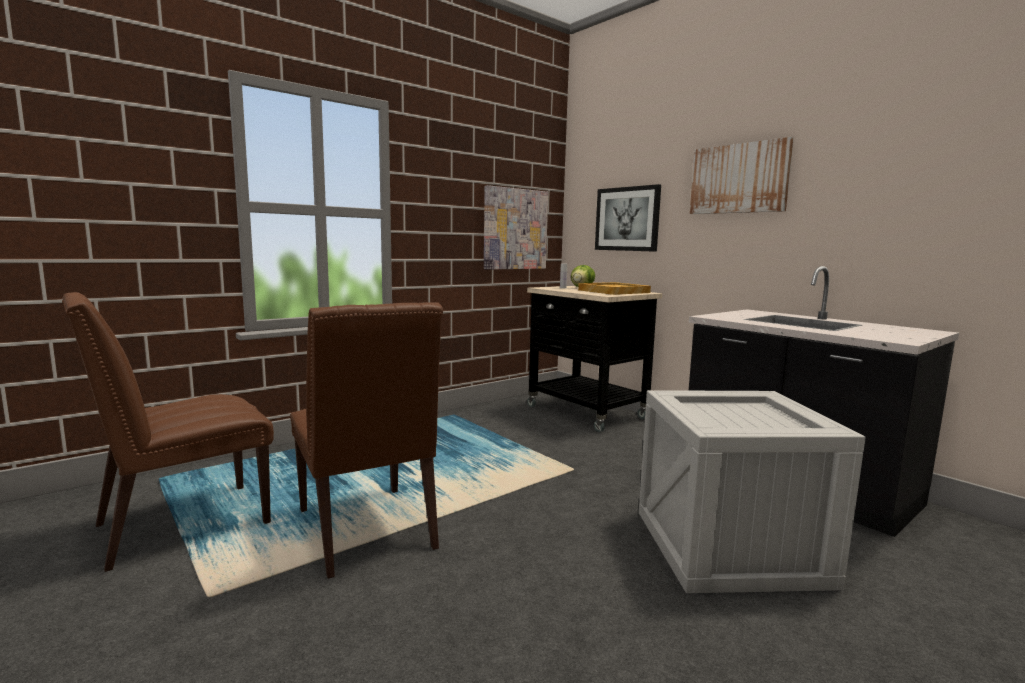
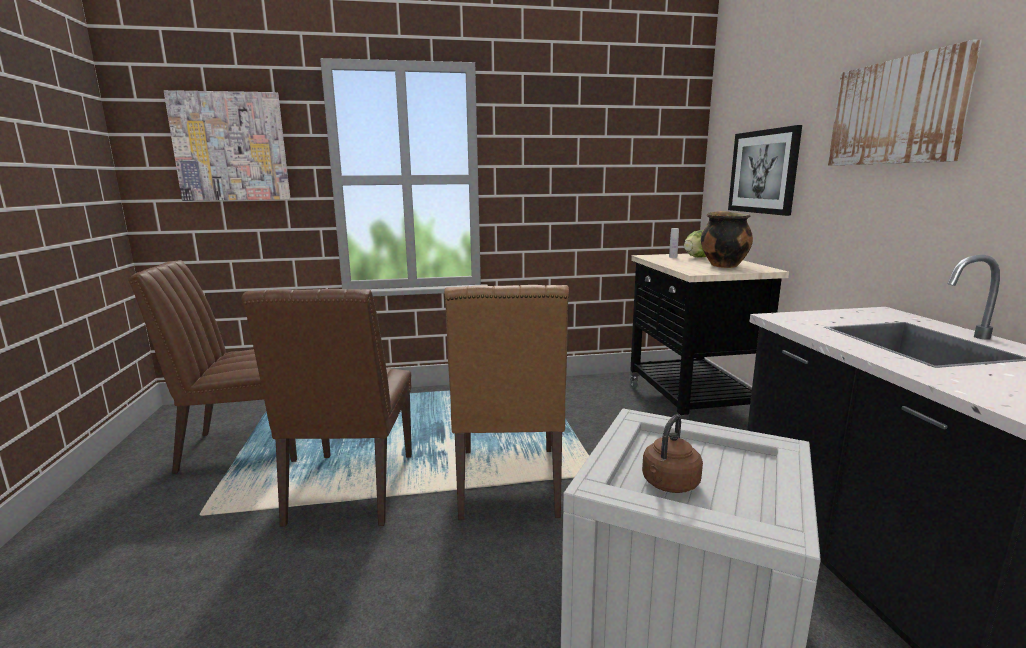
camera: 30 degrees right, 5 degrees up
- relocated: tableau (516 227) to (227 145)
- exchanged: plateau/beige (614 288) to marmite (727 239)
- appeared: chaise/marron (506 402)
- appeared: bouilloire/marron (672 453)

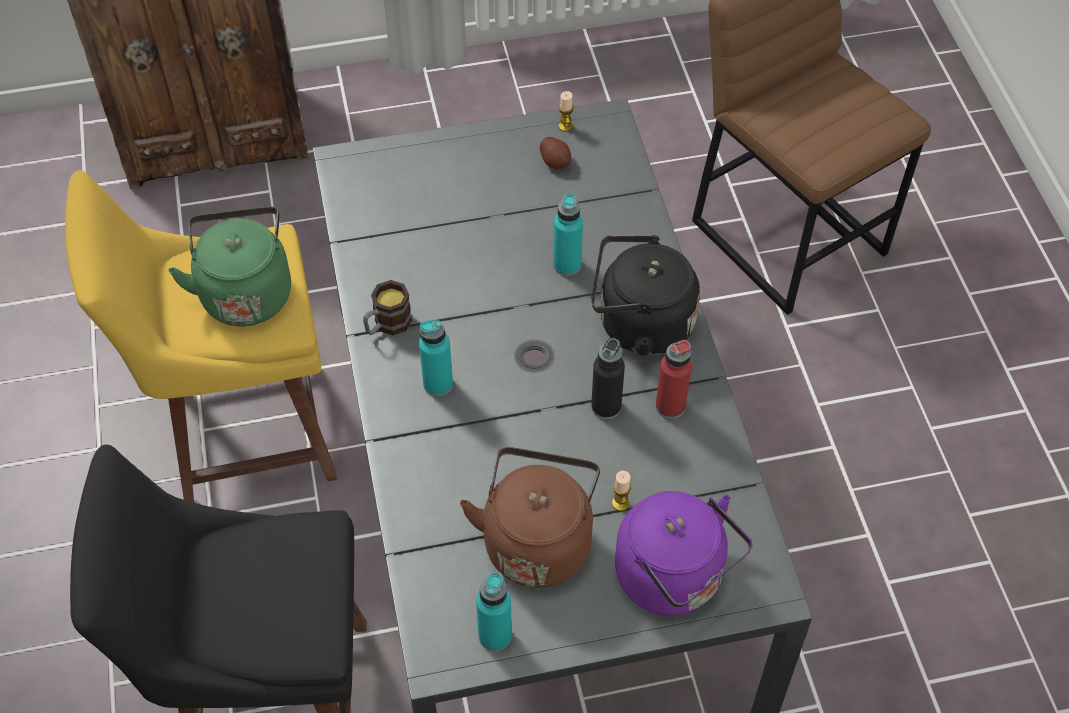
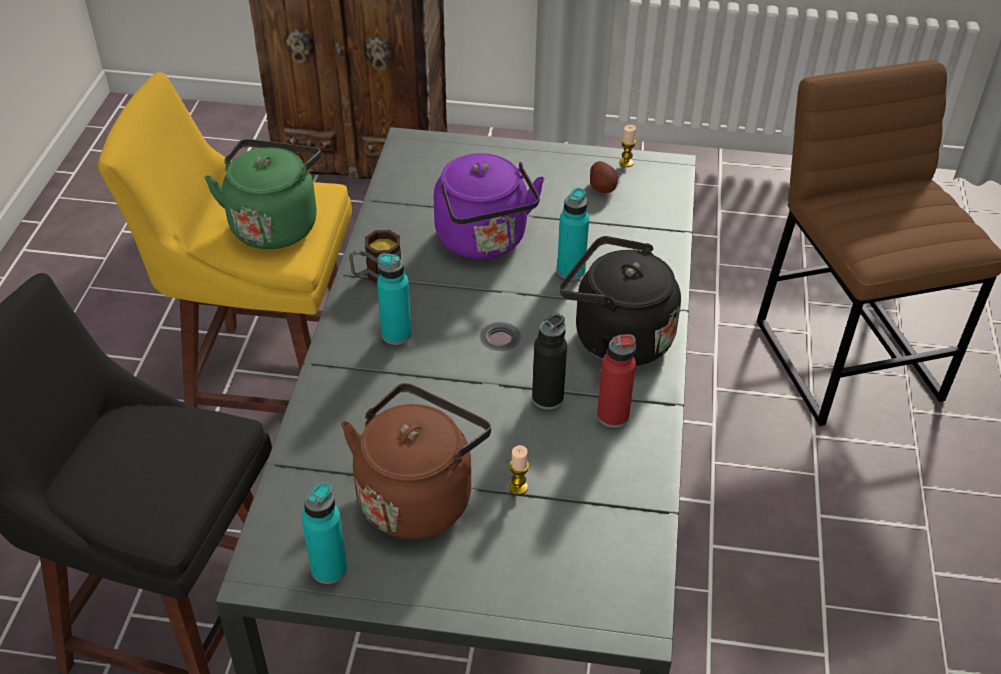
camera: 20 degrees right, 10 degrees down
- relocated: bouilloire/violet (684 553) to (489 206)

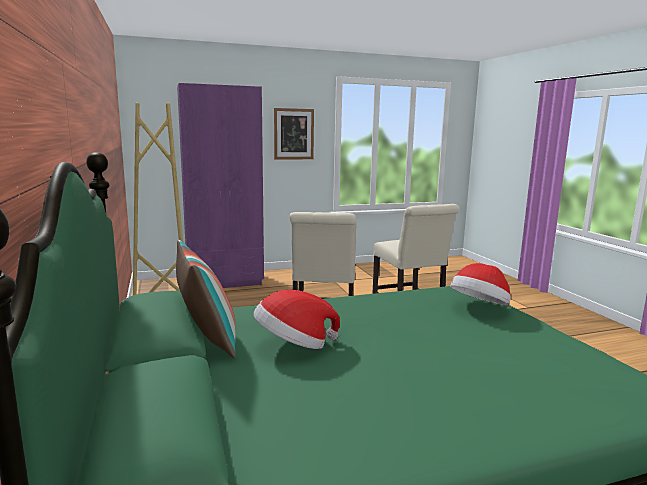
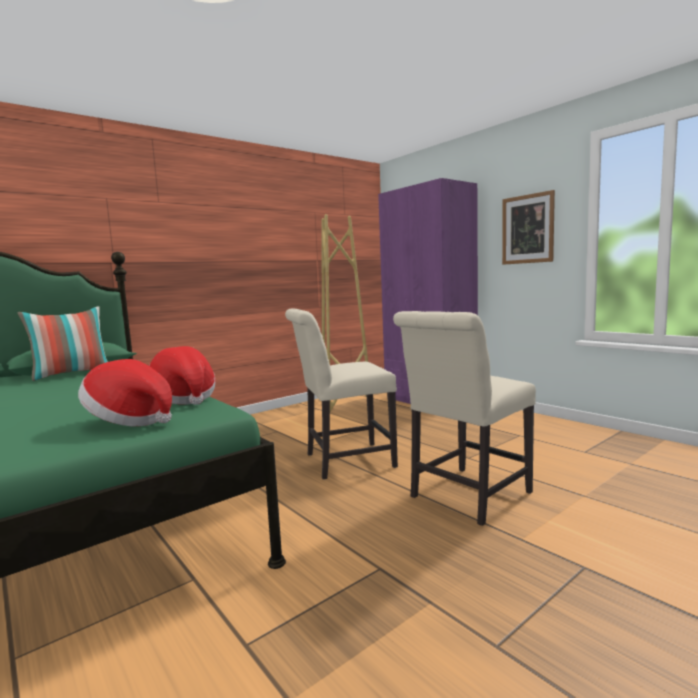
camera: 70 degrees right, 5 degrees down
- relocated: chapeau (297 319) to (182 375)

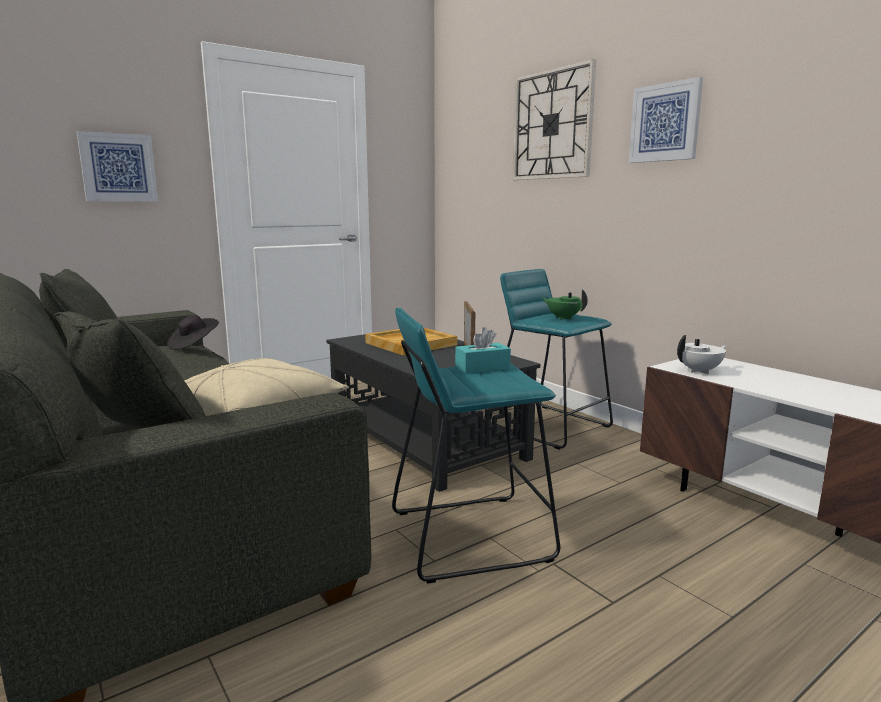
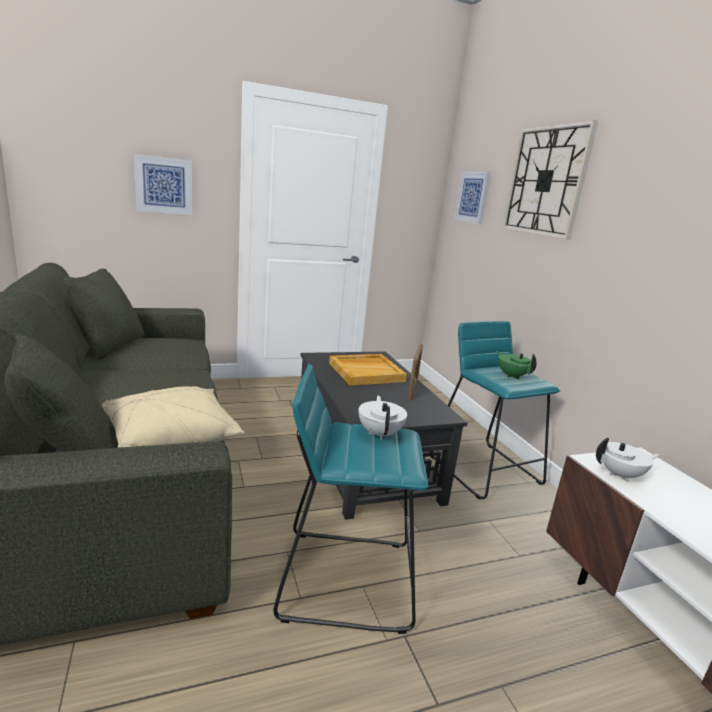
camera: 15 degrees right, 5 degrees up
- relocated: tableau (666 120) to (472 197)
- missing: chapeau/noir (193 332)
- exchanged: boîte à mouchoirs/turquoise (483 350) to théière/blanc (382 418)

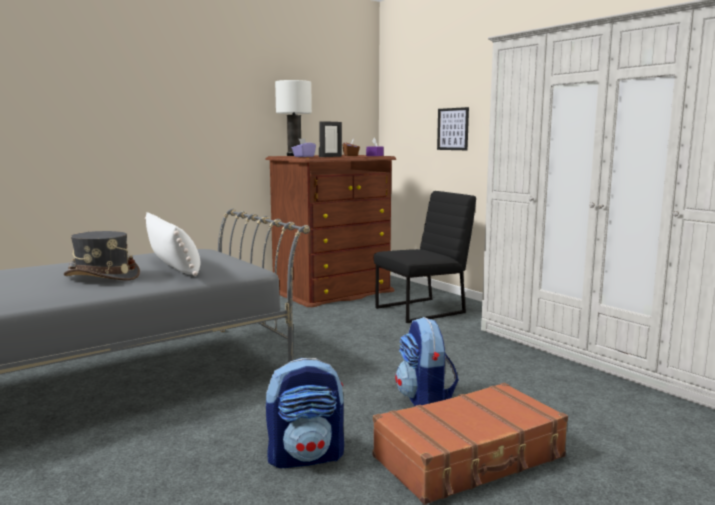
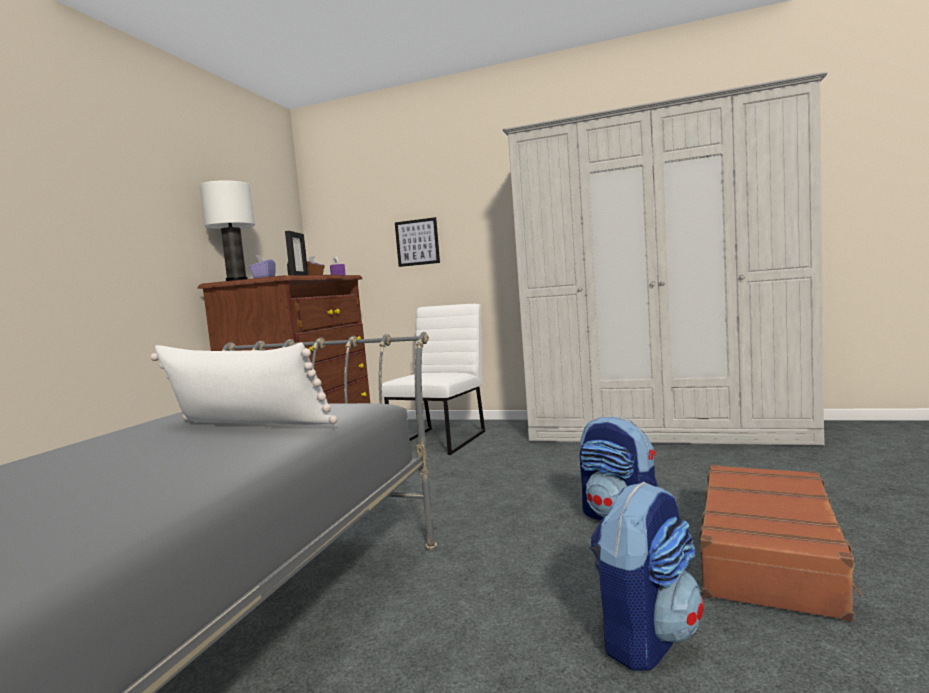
camera: 35 degrees left, 5 degrees down
- colour: chaise/noir (425 257) to chaise/blanc (433 379)
- missing: chapeau/gris (102 256)

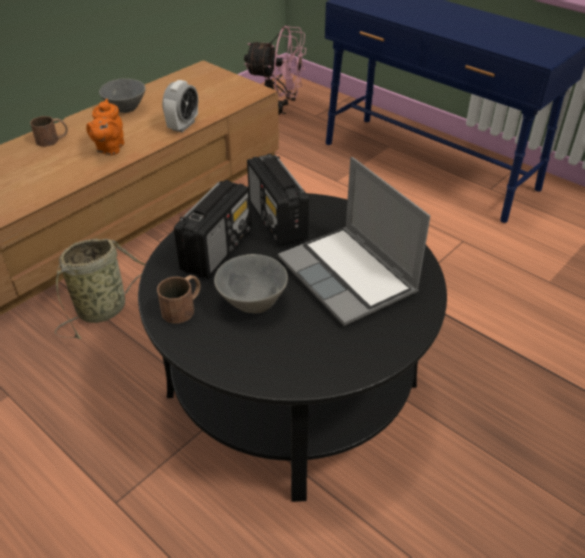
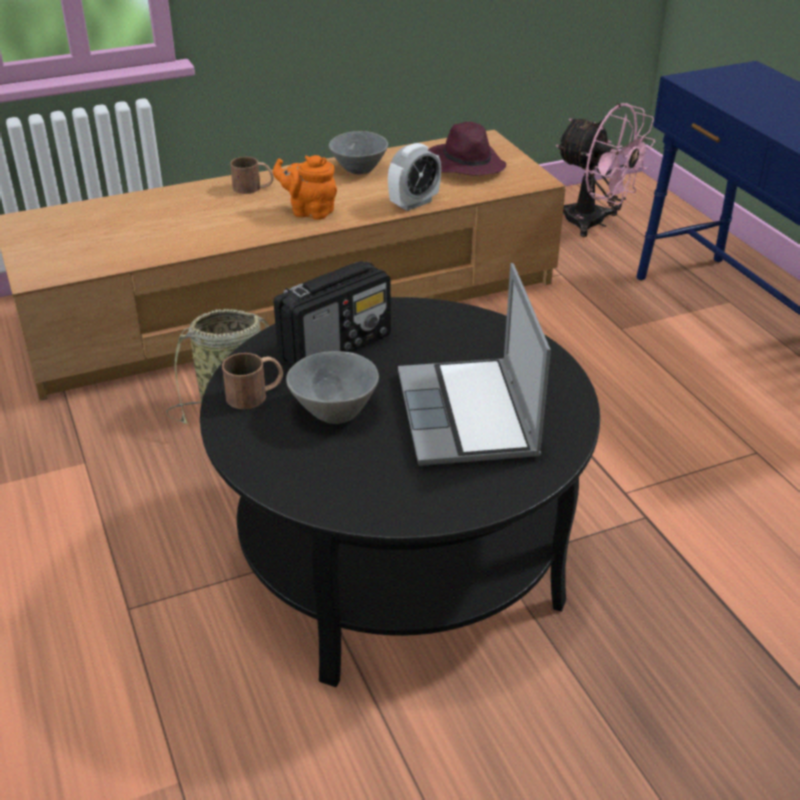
camera: 25 degrees right, 5 degrees down
- spun: théière/orange (105 127) = (305 187) 75 degrees clockwise
- missing: radio (278 200)
- appeared: chapeau/violet (467 148)

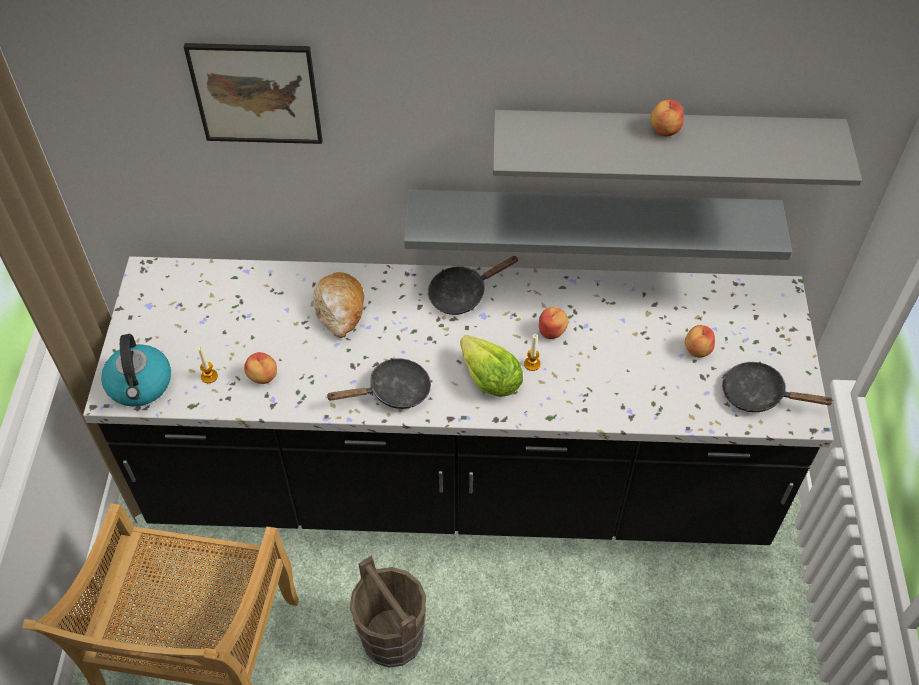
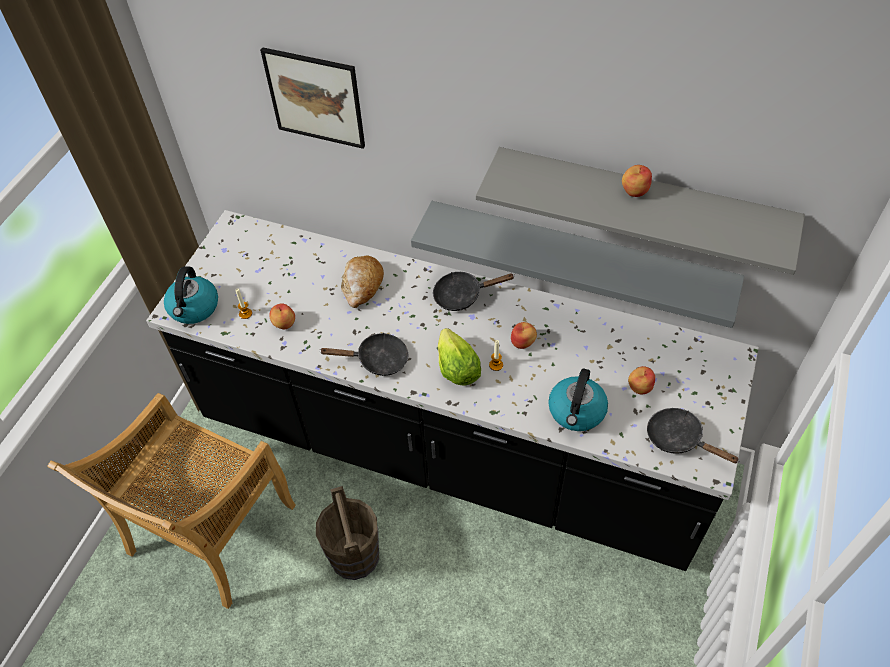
camera: 20 degrees right, 0 degrees up
- appeared: bouilloire (578 399)

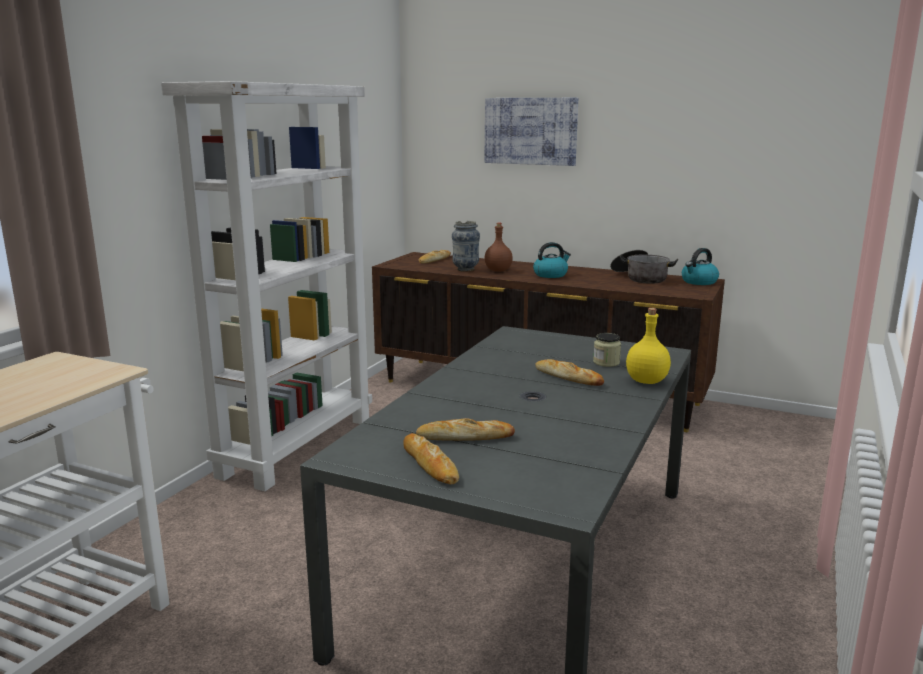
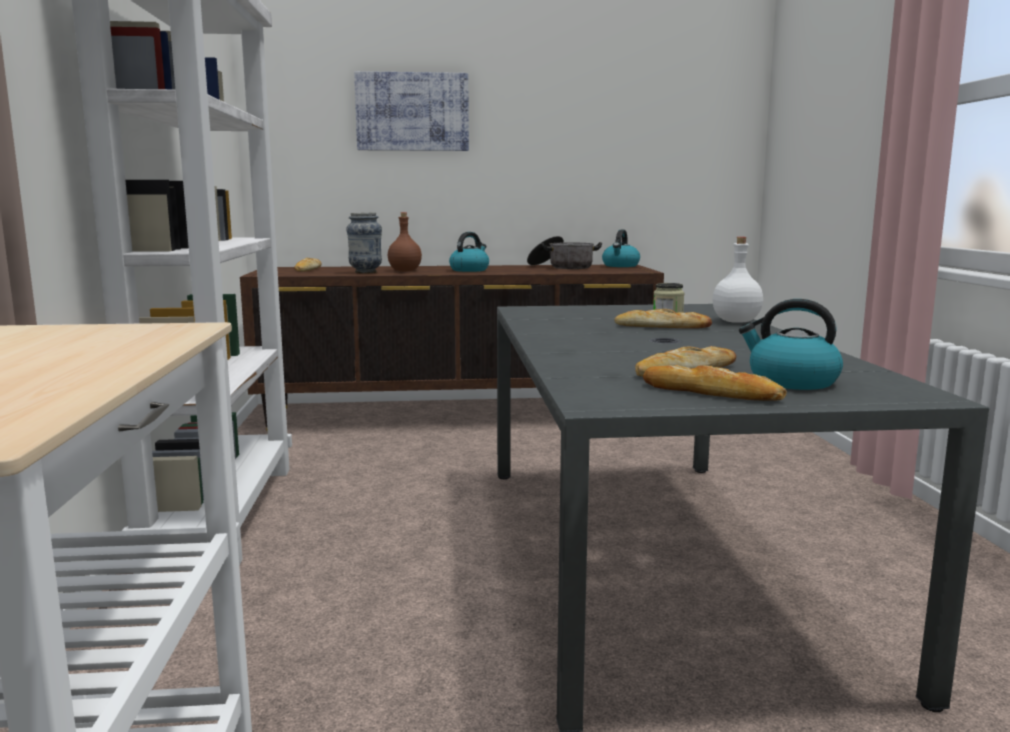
camera: 30 degrees left, 5 degrees down
- colour: bouteille/jaune (648 346) to bouteille/blanc (737 280)
- appeared: bouilloire (791 344)

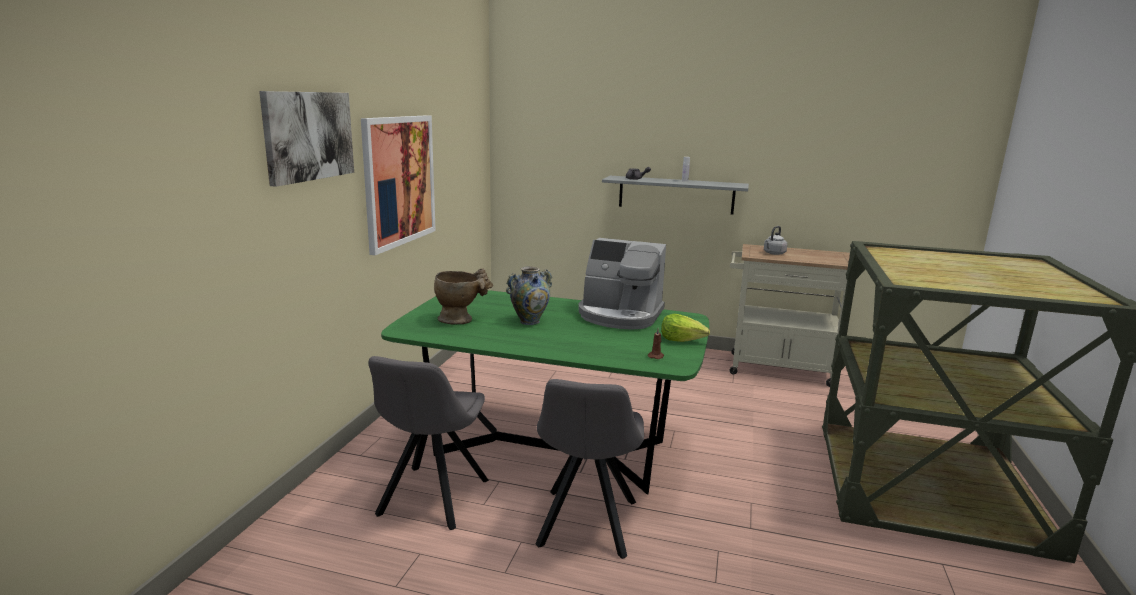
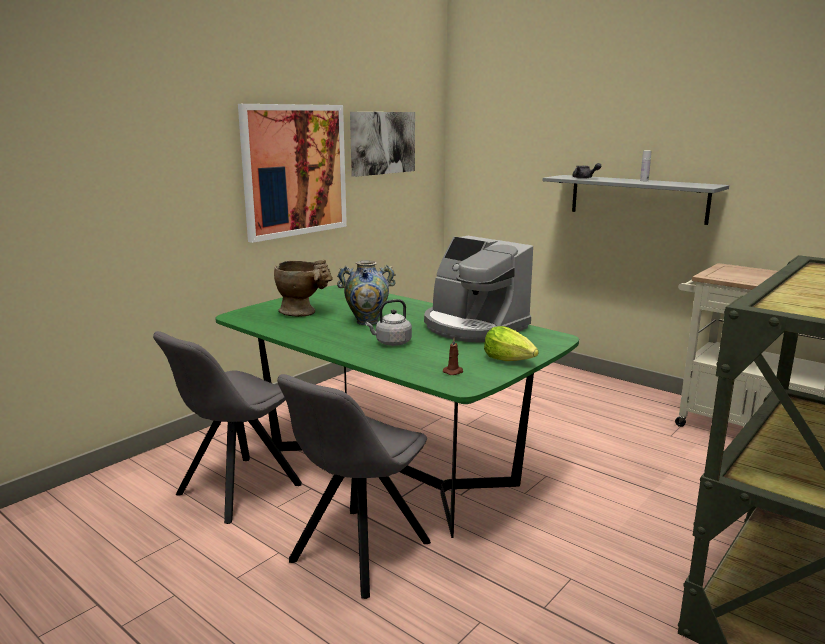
camera: 25 degrees right, 0 degrees up
- relocated: tableau (306 139) to (382 144)
- relocated: bouilloire/gris (775 240) to (388 322)

